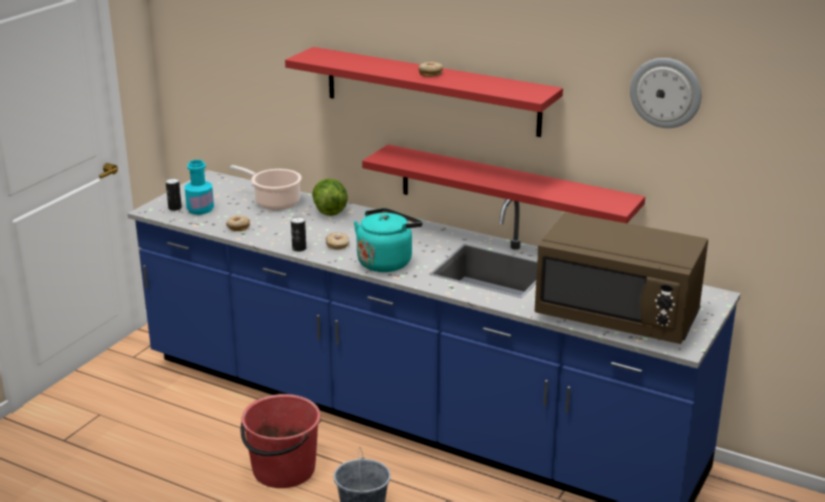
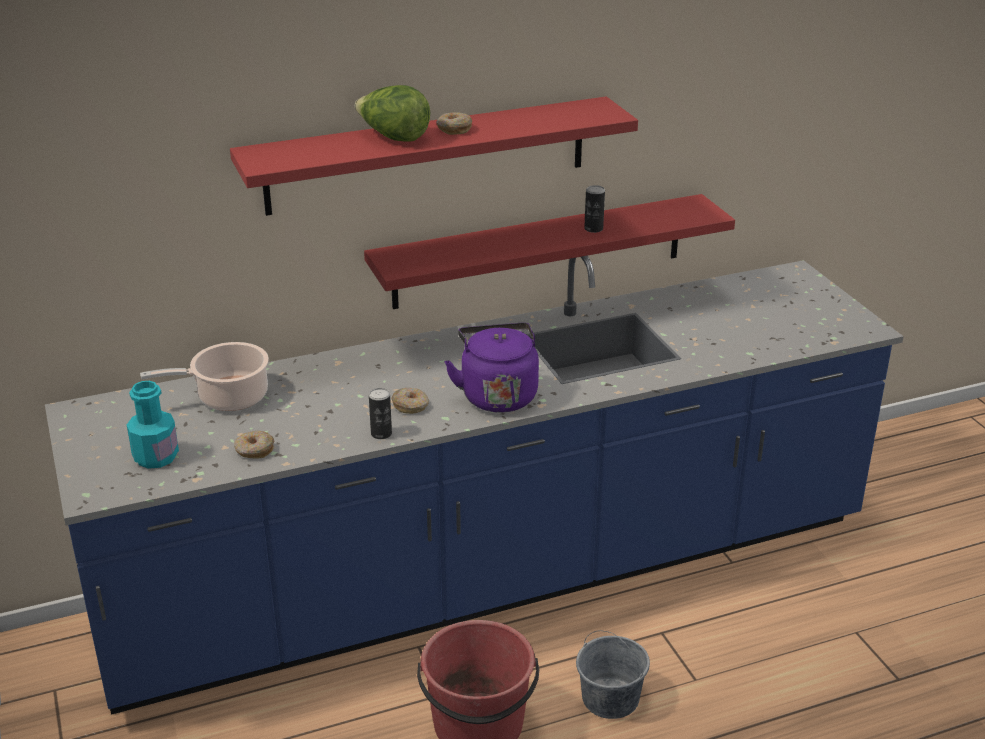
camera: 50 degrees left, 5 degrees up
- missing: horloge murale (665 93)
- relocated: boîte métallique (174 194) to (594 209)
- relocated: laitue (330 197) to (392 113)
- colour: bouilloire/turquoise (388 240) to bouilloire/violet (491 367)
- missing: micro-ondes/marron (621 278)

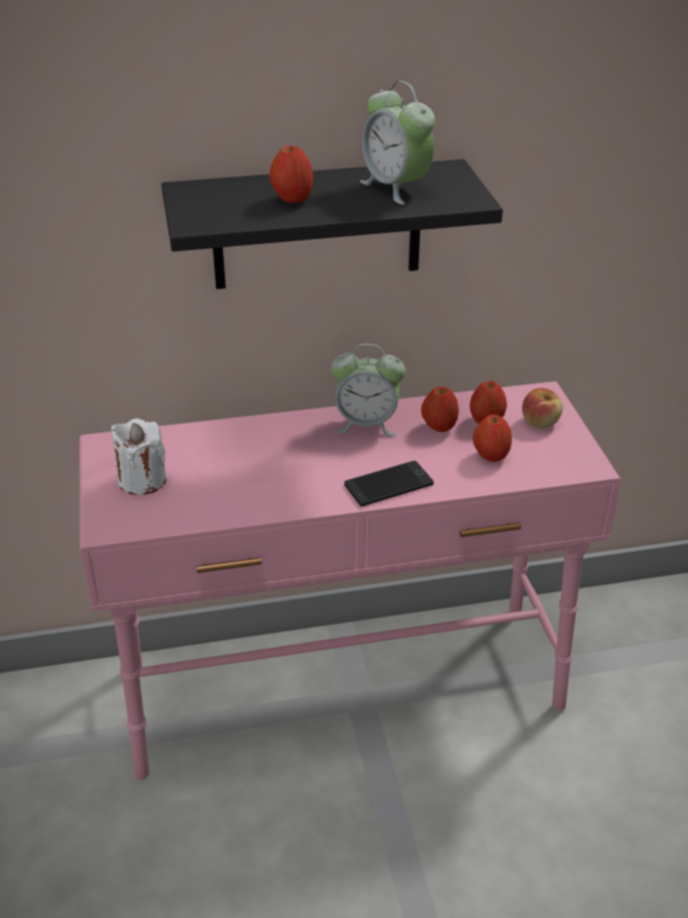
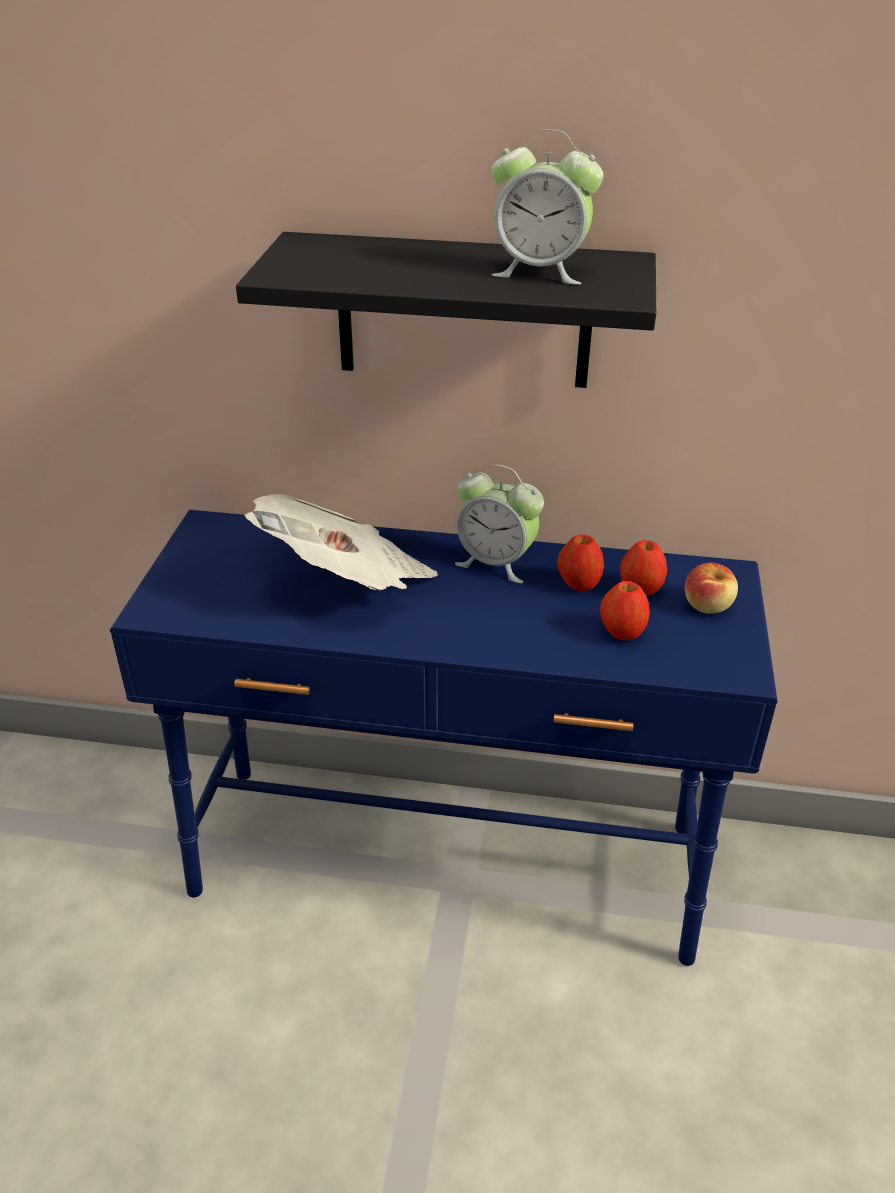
camera: 20 degrees right, 0 degrees up
- spun: réveil (397 143) = (547 207) 60 degrees counterclockwise
- missing: pomme (292 174)
- colour: table console/rose (350 580) to table console/bleu (444 738)
- missing: bougie/blanc (139 456)
- missing: téléphone (389 483)
- appeared: journal (341 542)

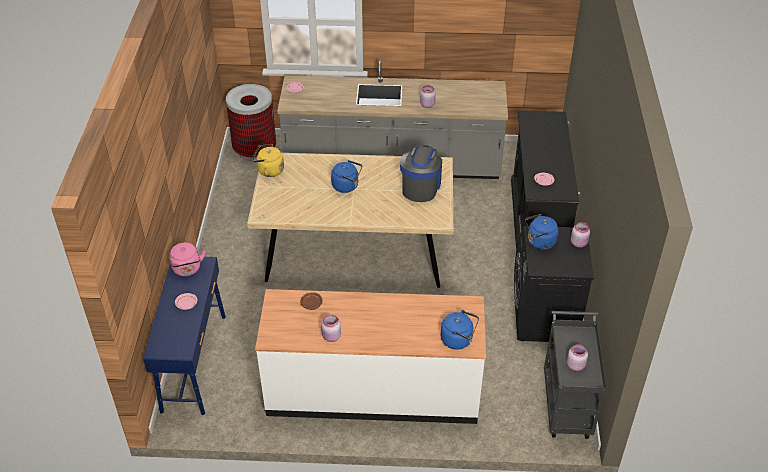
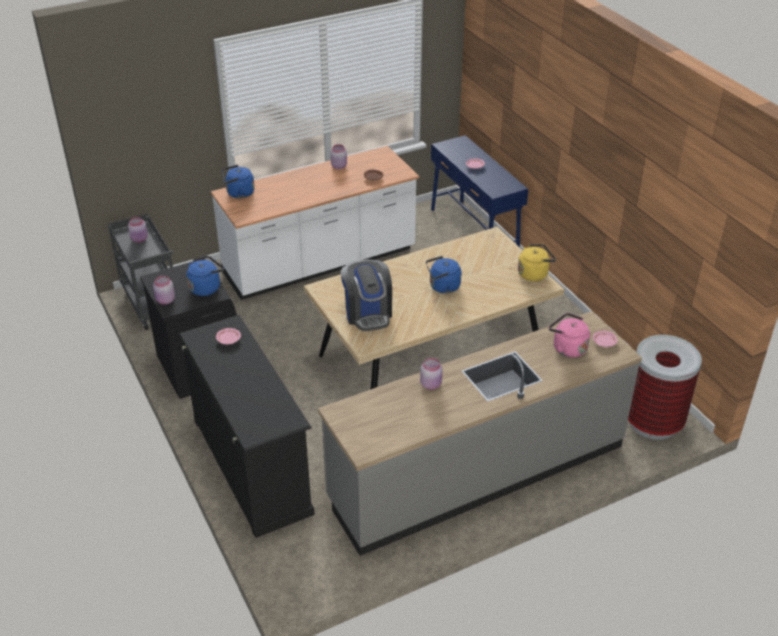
camera: 150 degrees right, 5 degrees down
- relocated: bouilloire/rose (187 259) to (569 335)

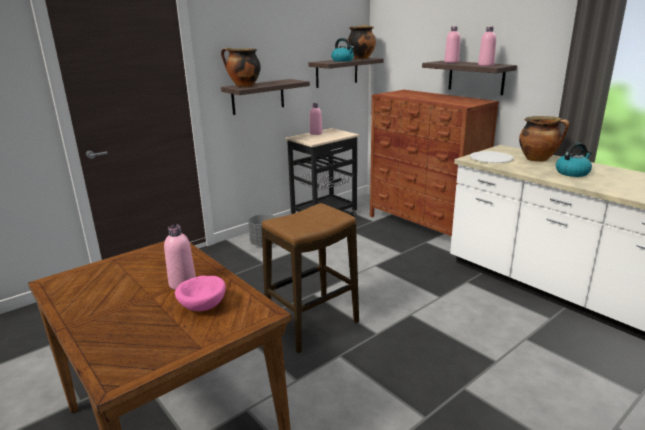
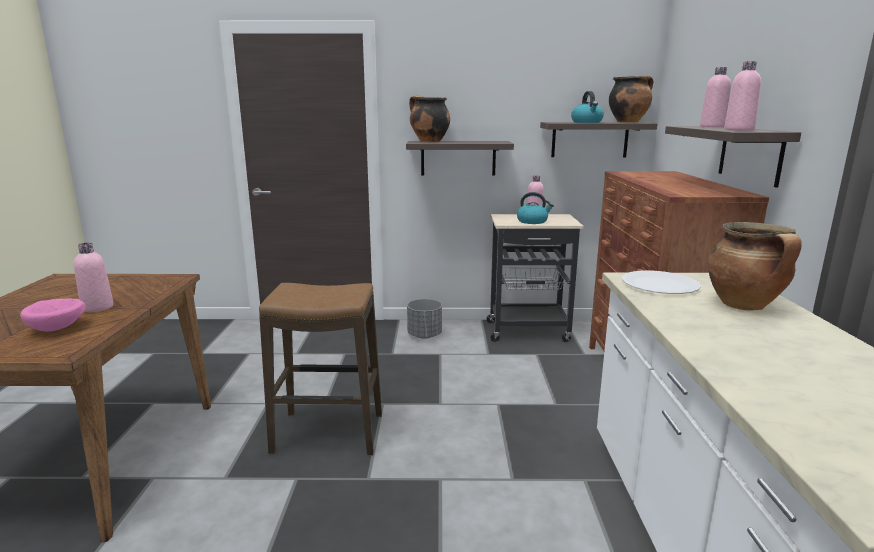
camera: 40 degrees right, 5 degrees down
- relocated: bouilloire (574 160) to (535 208)

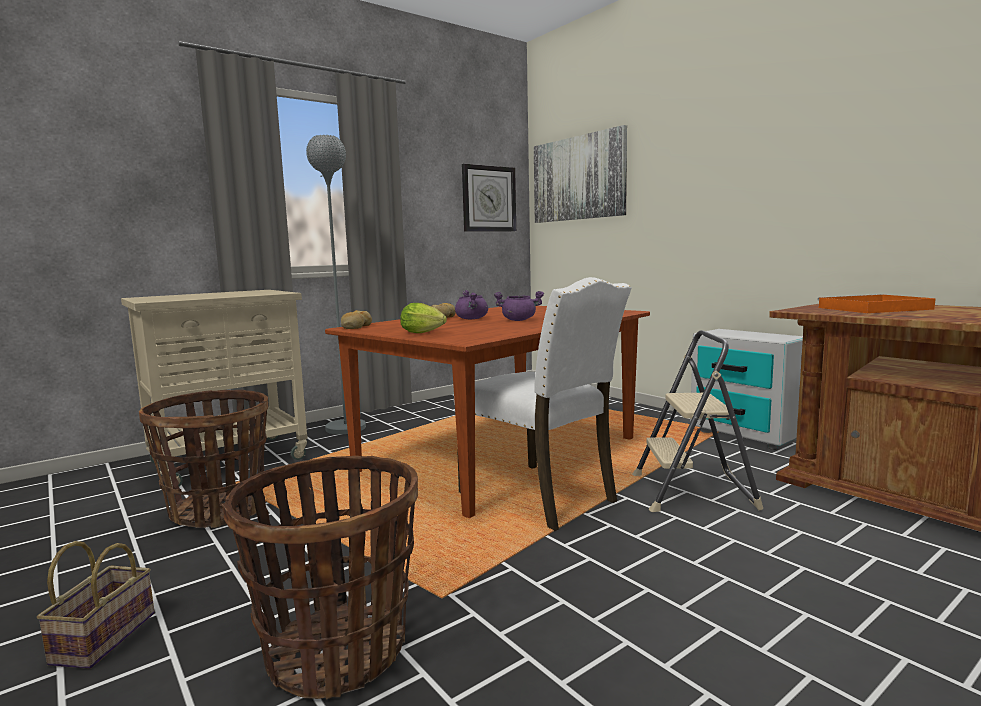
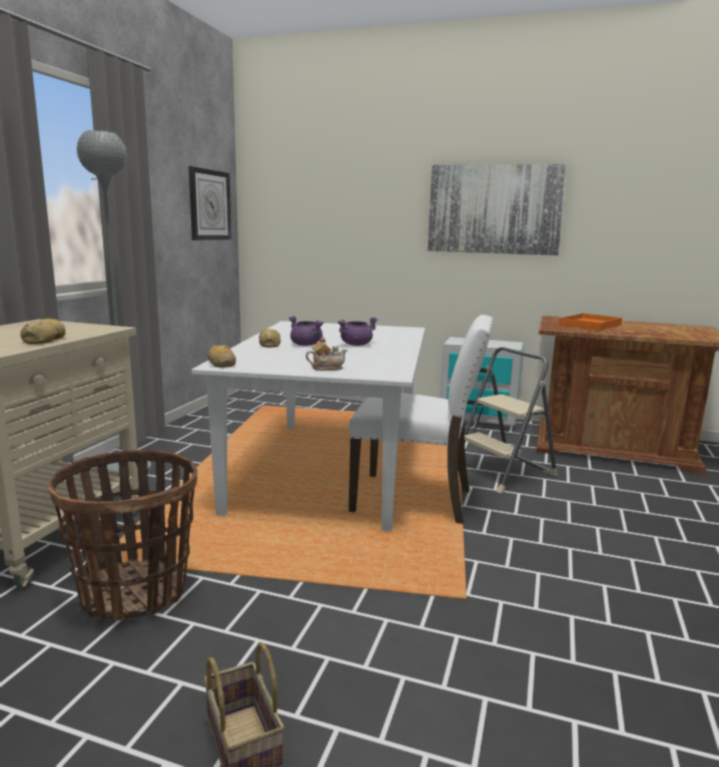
camera: 35 degrees left, 5 degrees up
- relocated: tableau (580 174) to (498 209)
- exchanged: laitue (423 318) to théière (326 354)
- colour: table à manger/marron (487 412) to table à manger/blanc (308 426)
- missing: panier (320 578)
- appeared: pain (42 331)

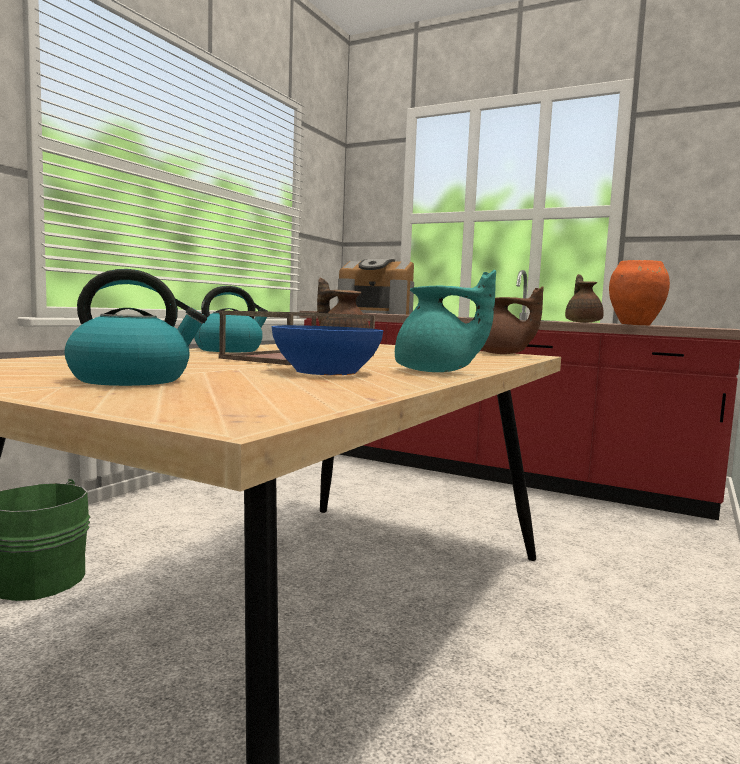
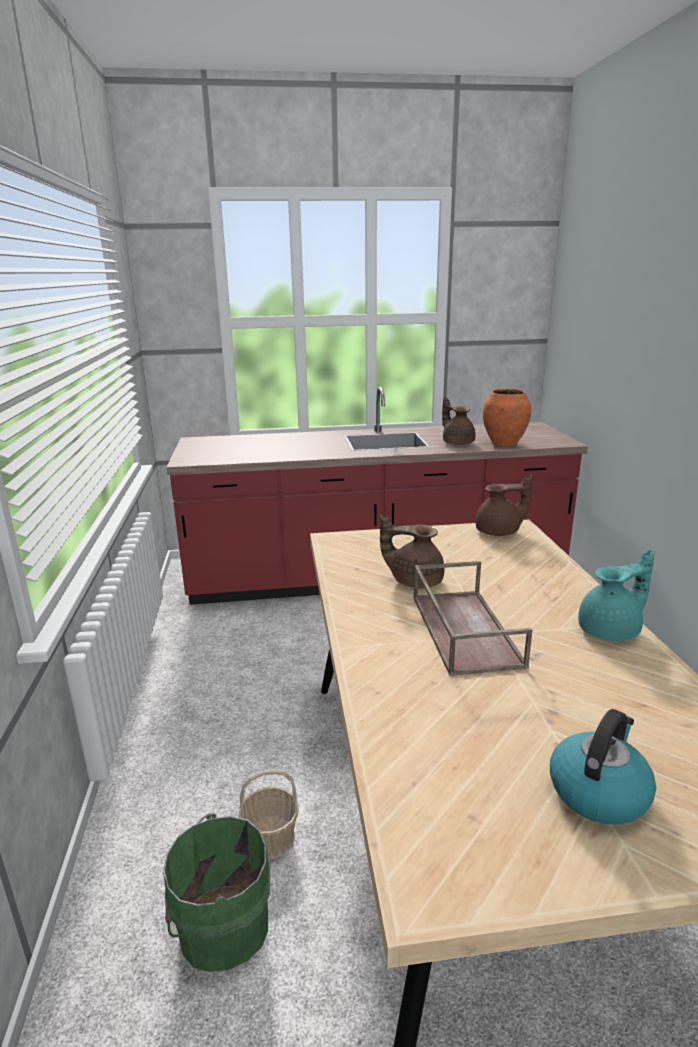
camera: 35 degrees left, 15 degrees up
- missing: machine à café (375 287)
- missing: bouilloire (231 319)
- missing: bol/bleu (328 350)
- appeared: panier (268 814)

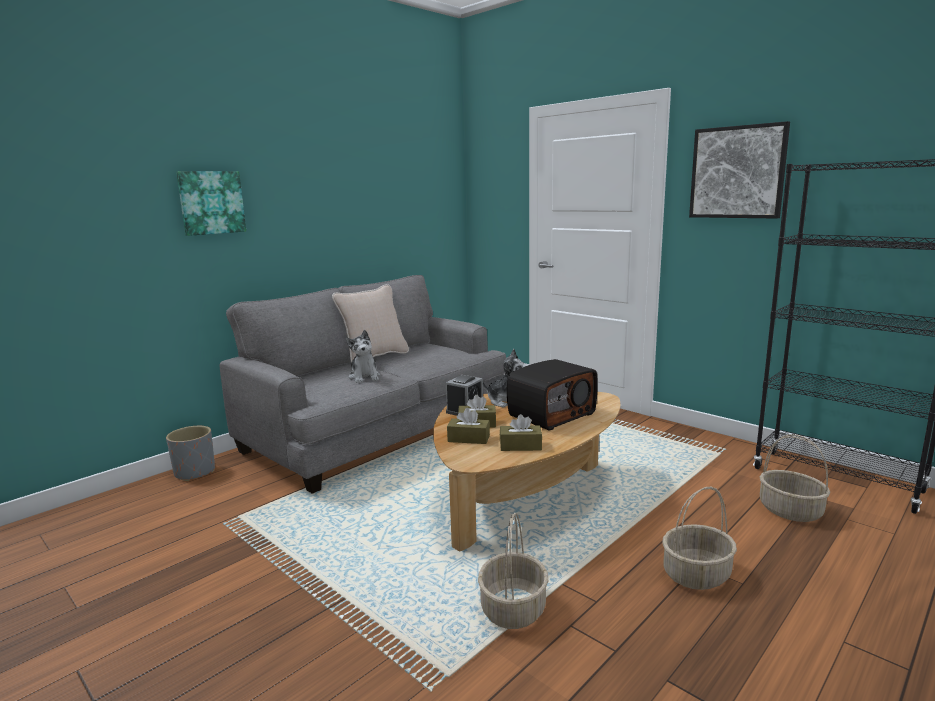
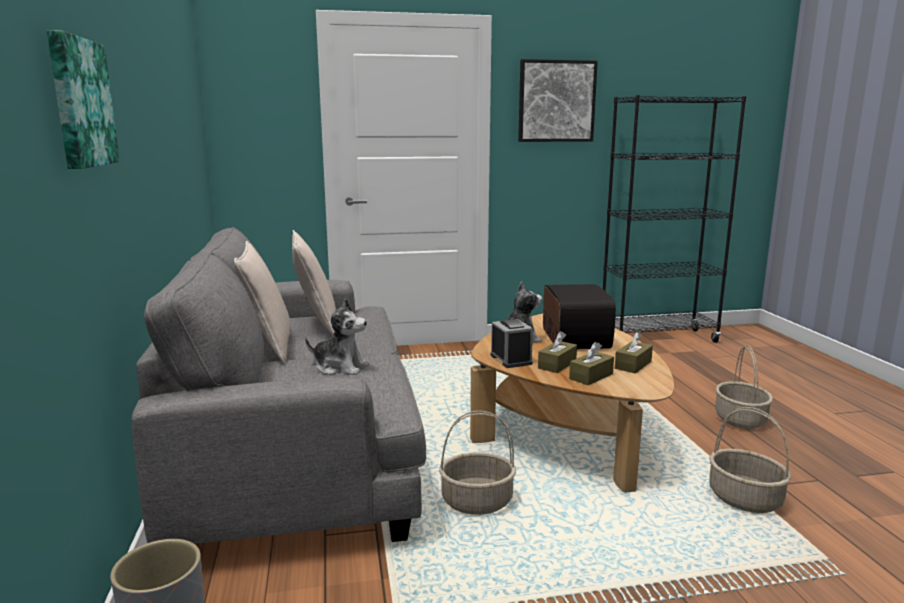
camera: 55 degrees left, 0 degrees up
- relocated: panier (795 478) to (477 463)
- appeared: coussin/beige (314 282)

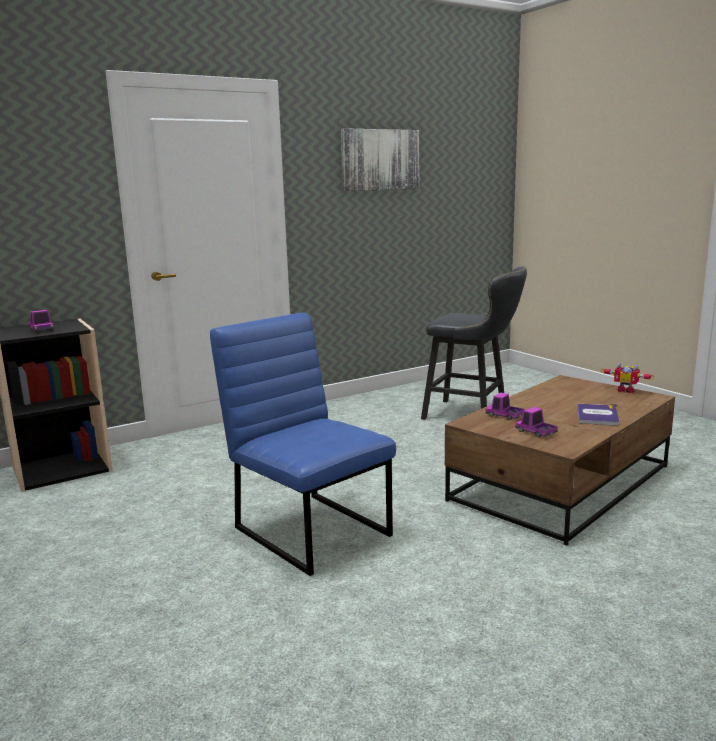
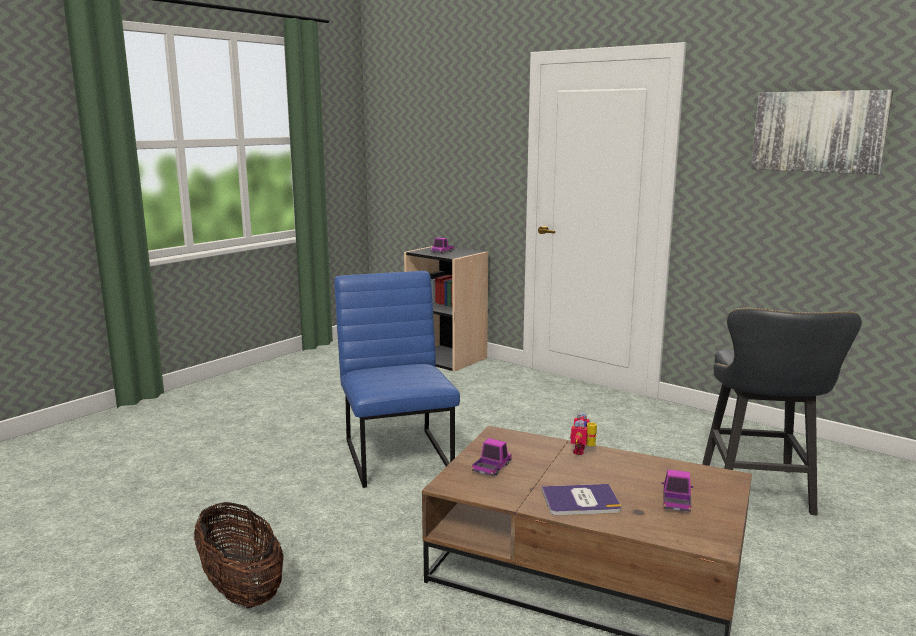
camera: 70 degrees right, 0 degrees up
- spun: chaise/bleu (303 444) = (397 379) 45 degrees counterclockwise
- relocated: robot jouet (627 378) to (583 434)
- relocated: camion jouet (504 406) to (677 491)
- appeared: panier (239 555)

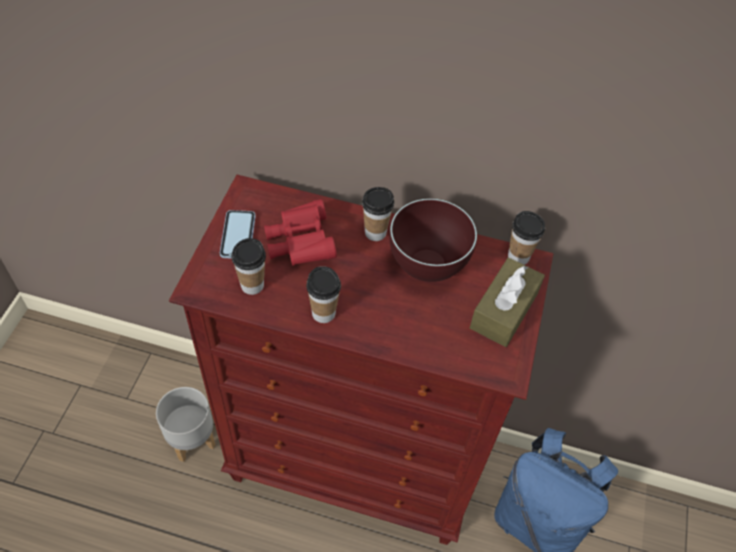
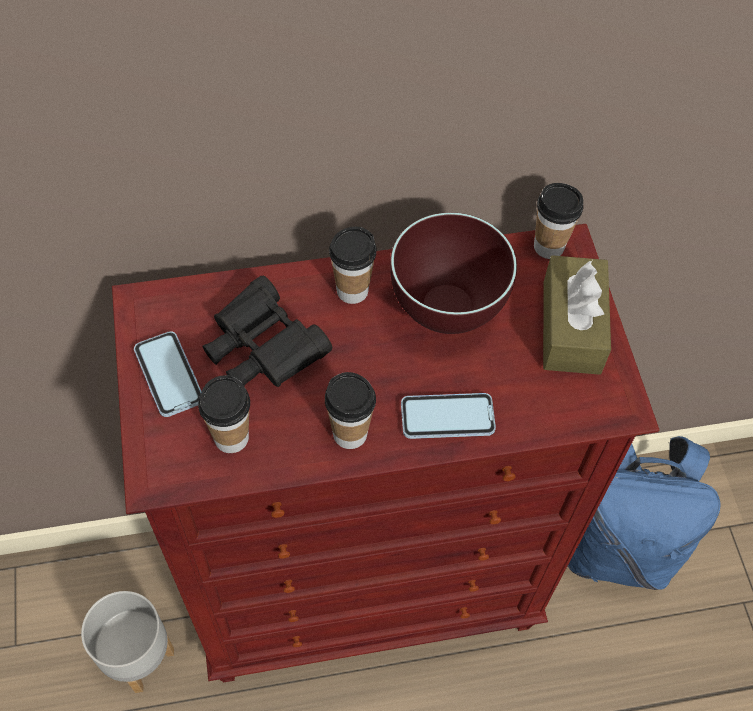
camera: 25 degrees left, 5 degrees up
- colour: jumelles/rouge (300 232) to jumelles/noir (267 331)
- appeared: téléphone (448 416)

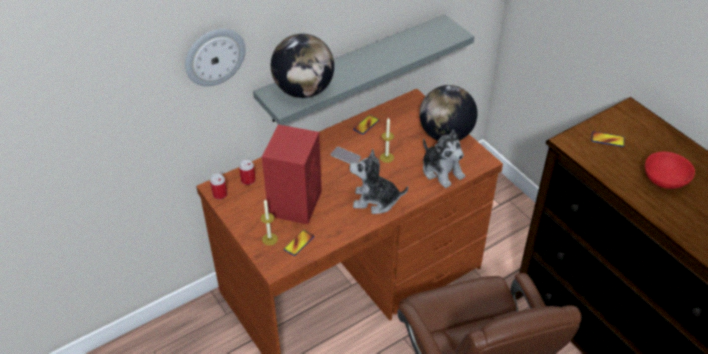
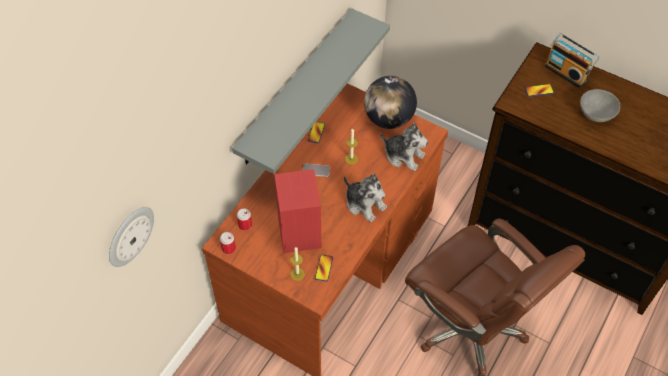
camera: 25 degrees left, 10 degrees up
- relocated: horloge murale (215 57) to (131 237)
- missing: globe (302 66)
- spun: peluche (379 181) = (365 197) 120 degrees counterclockwise
- colour: bol/rouge (670 170) to bol/gris (600 105)
- appeared: radio (572 60)

